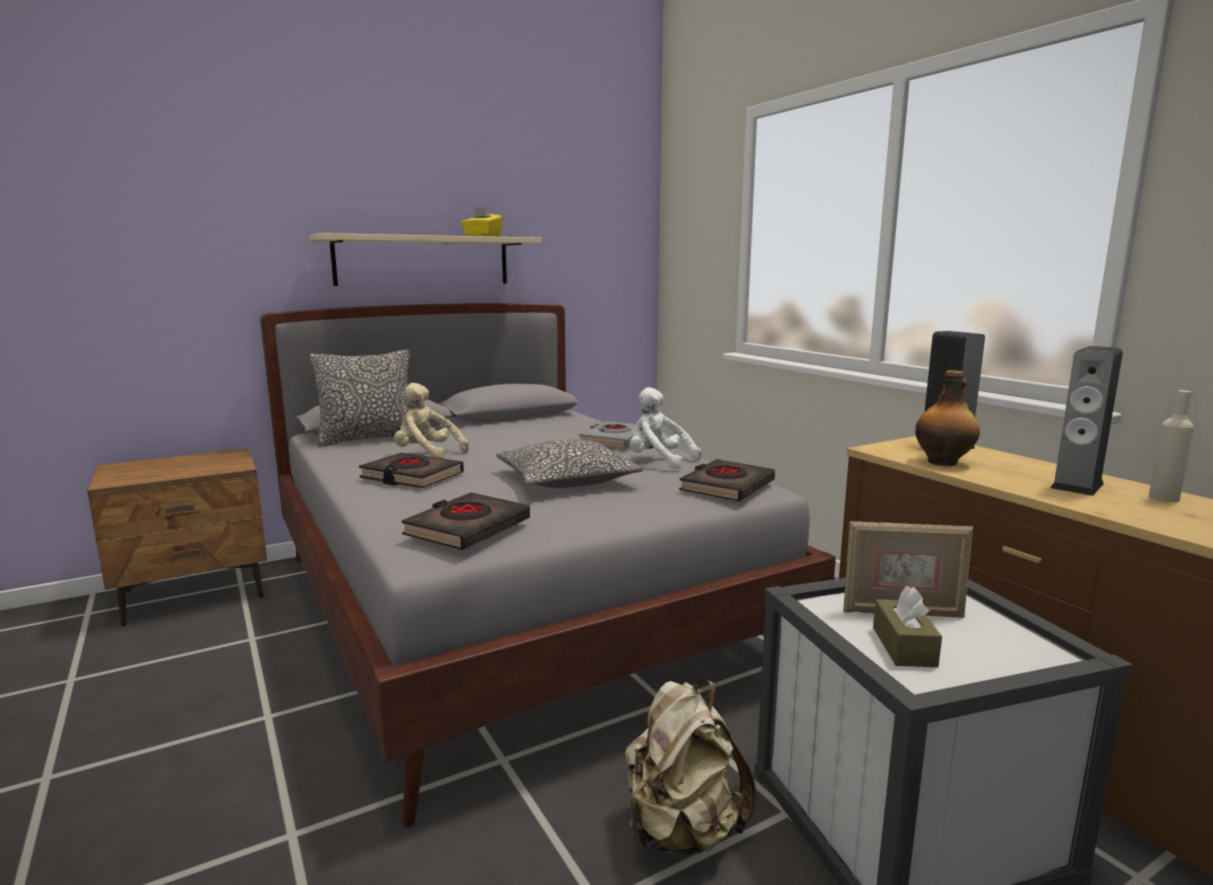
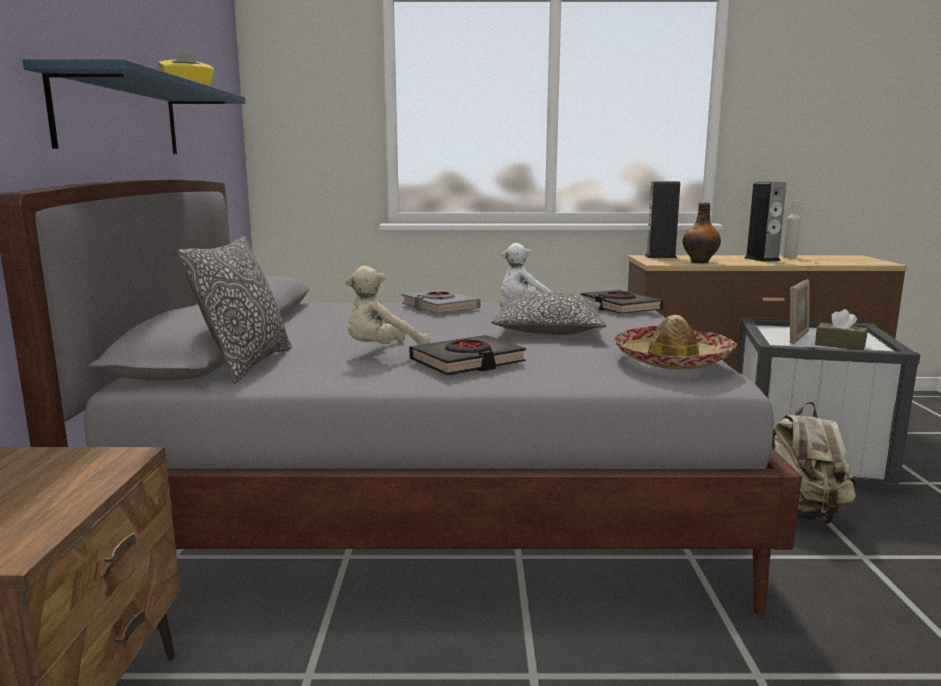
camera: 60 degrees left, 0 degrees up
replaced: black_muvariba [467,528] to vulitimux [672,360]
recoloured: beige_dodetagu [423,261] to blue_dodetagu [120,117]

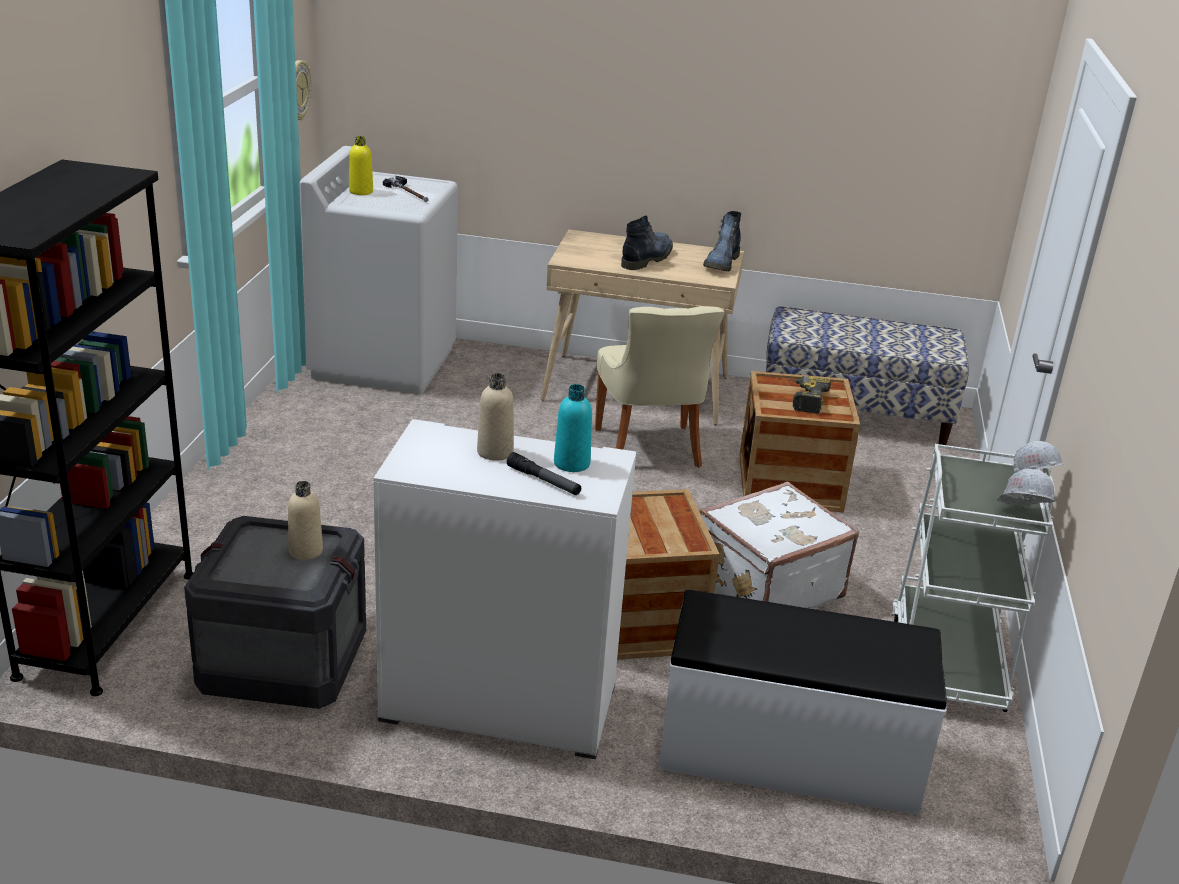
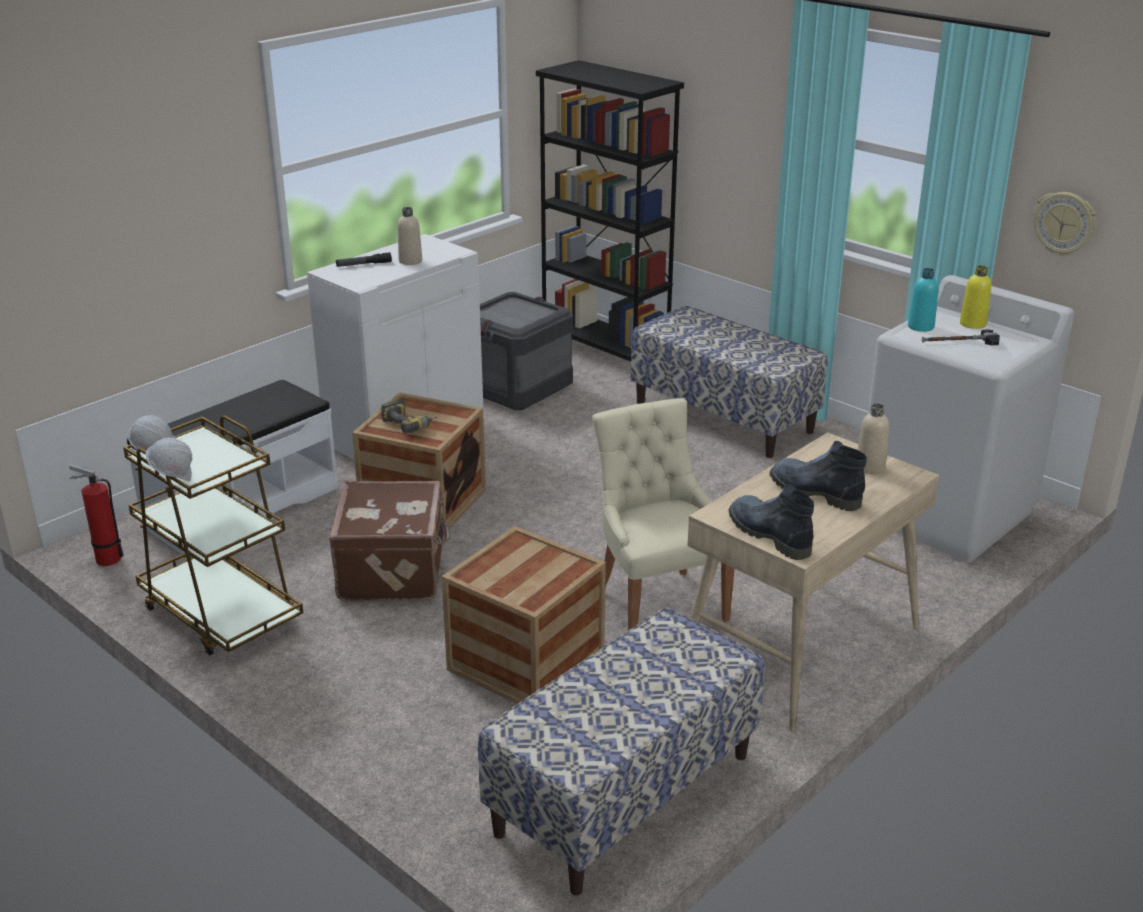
camera: 125 degrees right, 0 degrees up
added: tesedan [105,559]; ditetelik [724,417]
moved: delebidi [804,400] to [410,425]; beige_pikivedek [305,551] to [870,467]; turquoise_pikivedek [571,463] to [920,327]
recoloured: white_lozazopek [947,660] to brown_lozazopek [220,613]; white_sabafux [765,588] to brown_sabafux [394,571]
turned: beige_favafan [649,449] = [658,603] 45 degrees clockwise; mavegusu [647,258] = [813,492] 150 degrees clockwise

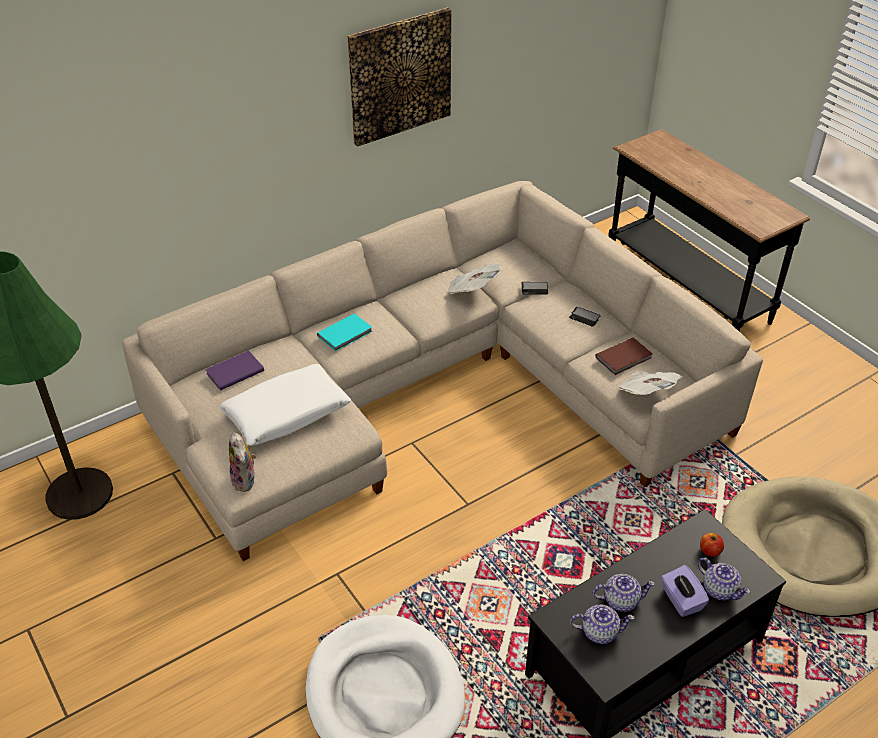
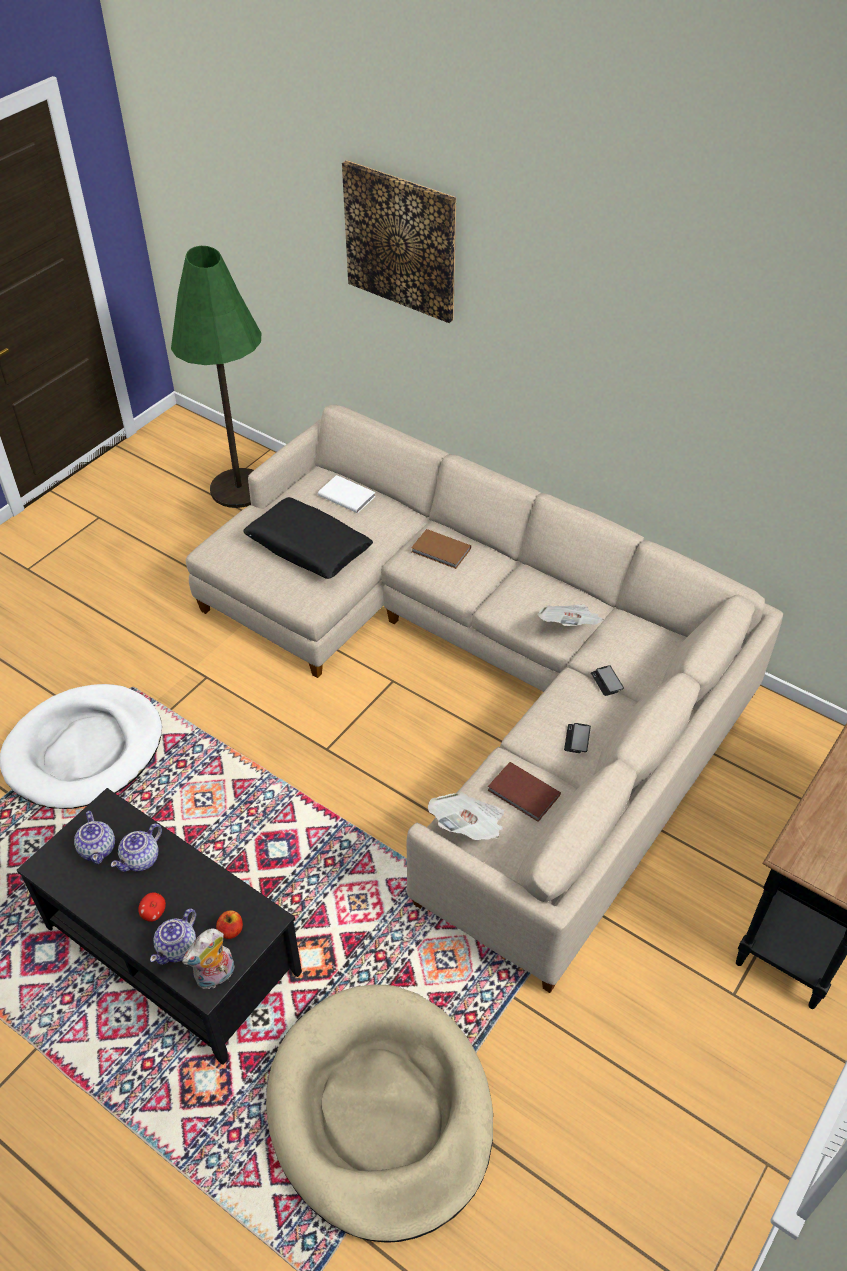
camera: 70 degrees right, 5 degrees up
moved: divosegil [245,481] to [215,977]; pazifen [399,76] to [401,241]
replaced: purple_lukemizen [681,600] to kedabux [154,913]
recoloured: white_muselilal [287,414] to black_muselilal [308,547]; purple_muvariba [234,372] to white_muvariba [347,495]; turquoise_muvariba [346,334] to brown_muvariba [441,551]
turned: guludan [620,600] = [141,859] 60 degrees clockwise

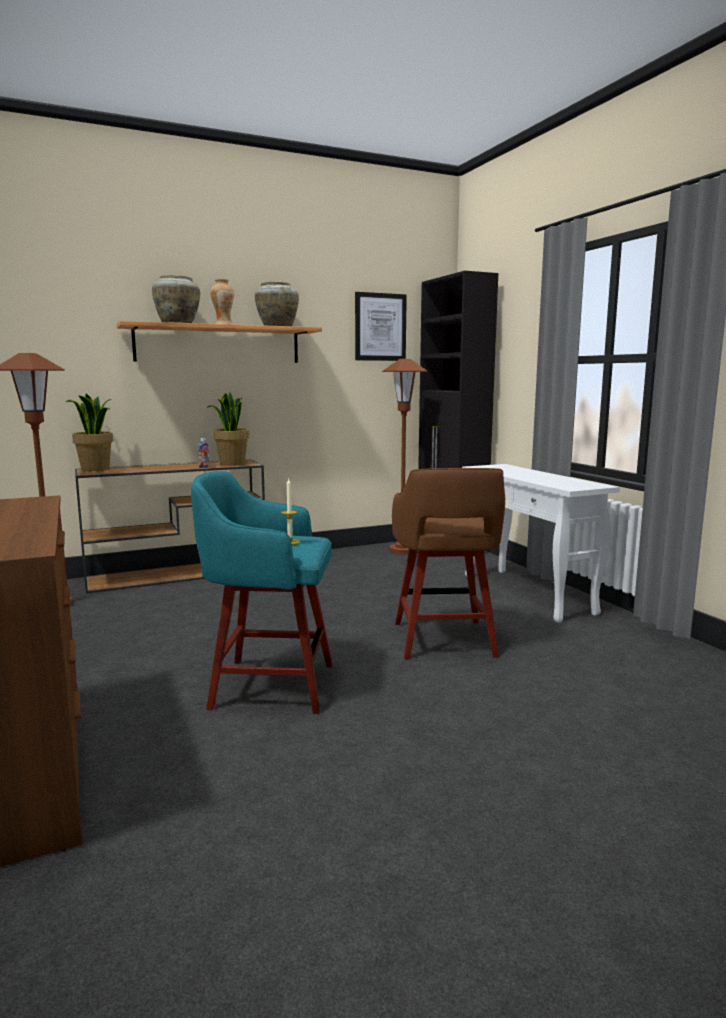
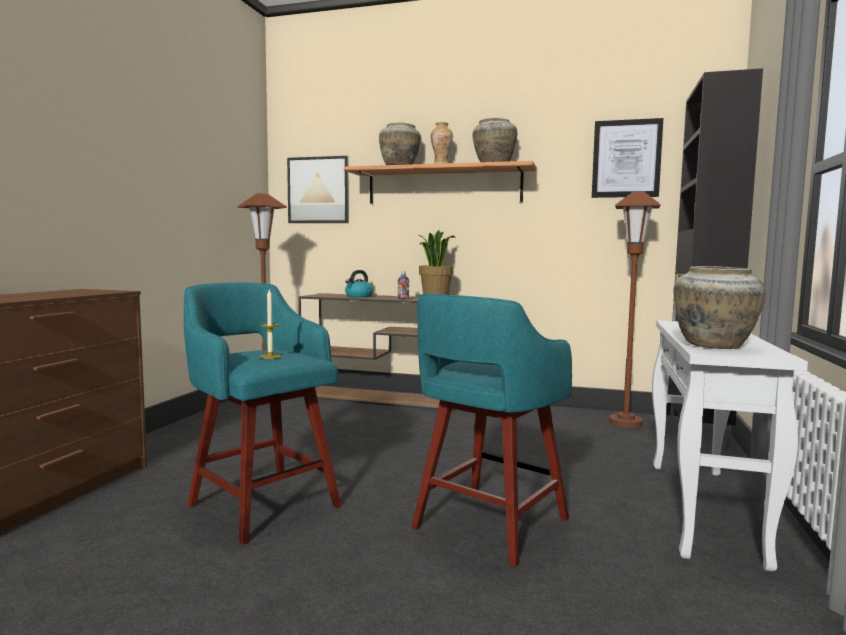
camera: 40 degrees right, 5 degrees down
removed: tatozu [95,469]
added: pazifen [318,190]; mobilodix [358,296]; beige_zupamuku [713,345]
recoloured: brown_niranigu [443,641] to turquoise_niranigu [488,525]

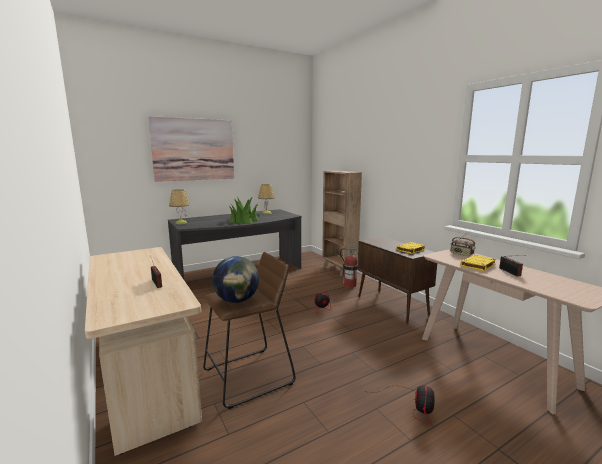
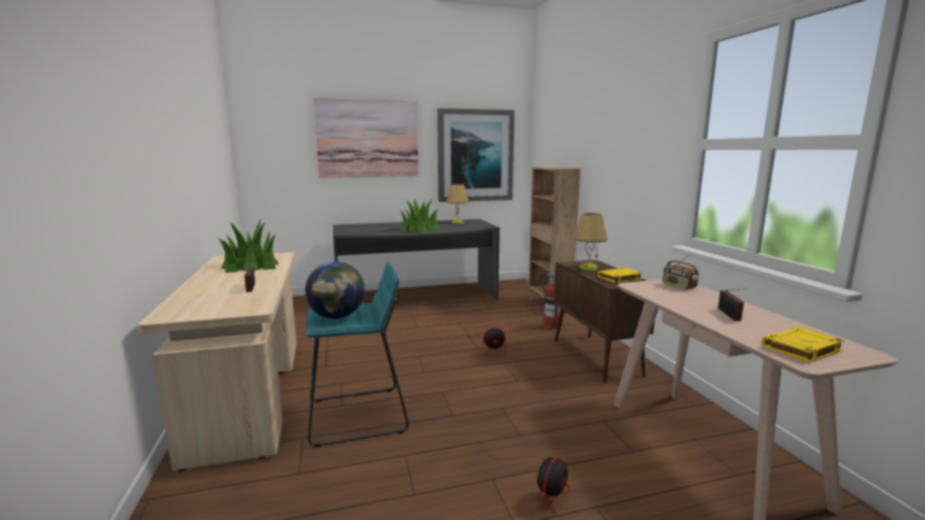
camera: 15 degrees right, 0 degrees up
added: tatozu [251,266]; pazifen [475,156]
moved: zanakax [180,223] to [588,268]; yellow_muvariba [478,265] to [801,349]
recoloured: brown_niranigu [248,376] to turquoise_niranigu [357,416]

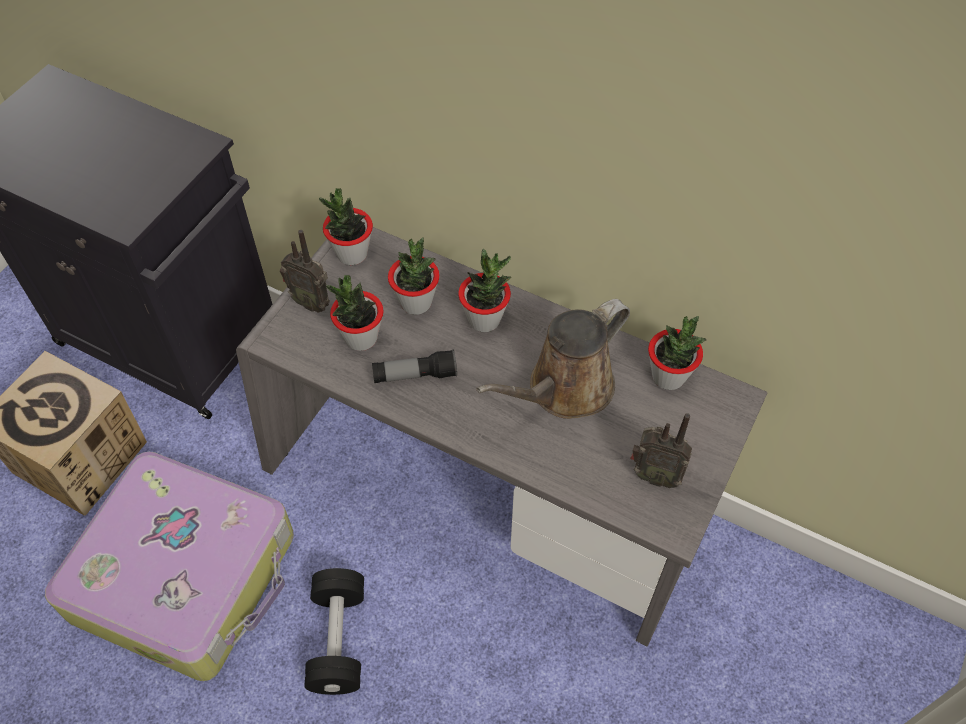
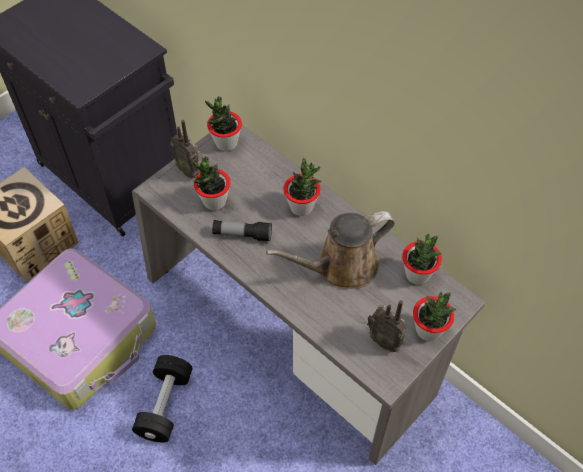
camera: 15 degrees right, 0 degrees up
moved: tatozu [416,302] to [428,330]

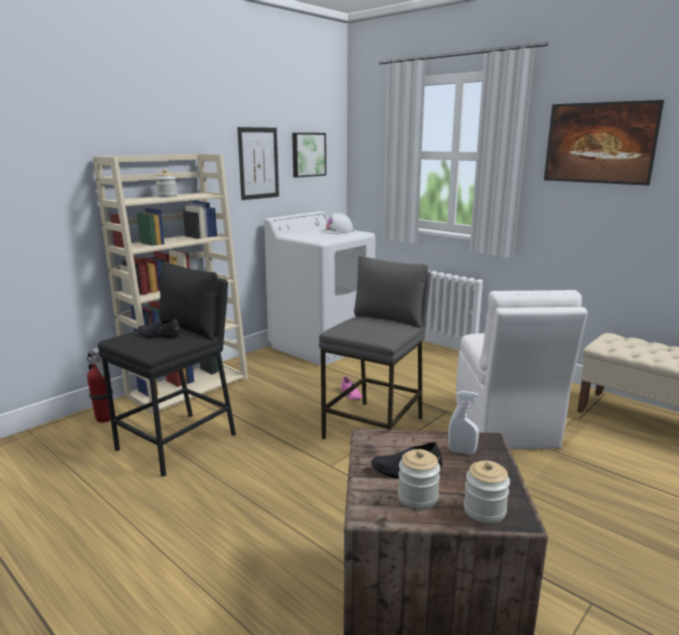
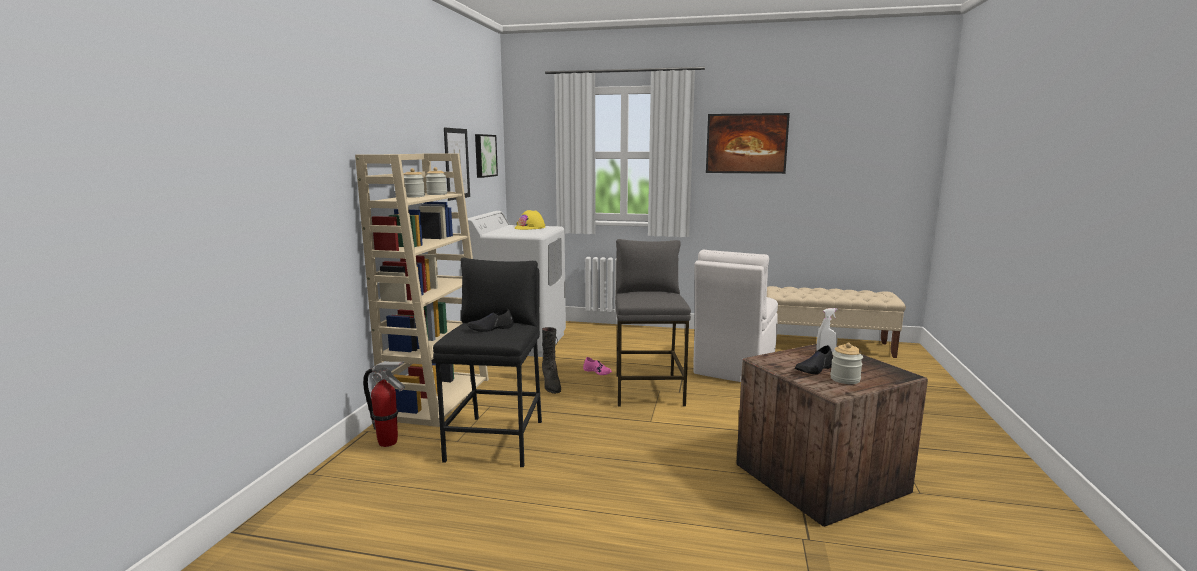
camera: 30 degrees left, 5 degrees down
added: black_mavegusu [551,385]
moved: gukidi [484,510] to [437,194]
recoloured: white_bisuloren [338,231] to yellow_bisuloren [530,227]
turned: white_favafan [505,426] = [733,367] 60 degrees clockwise

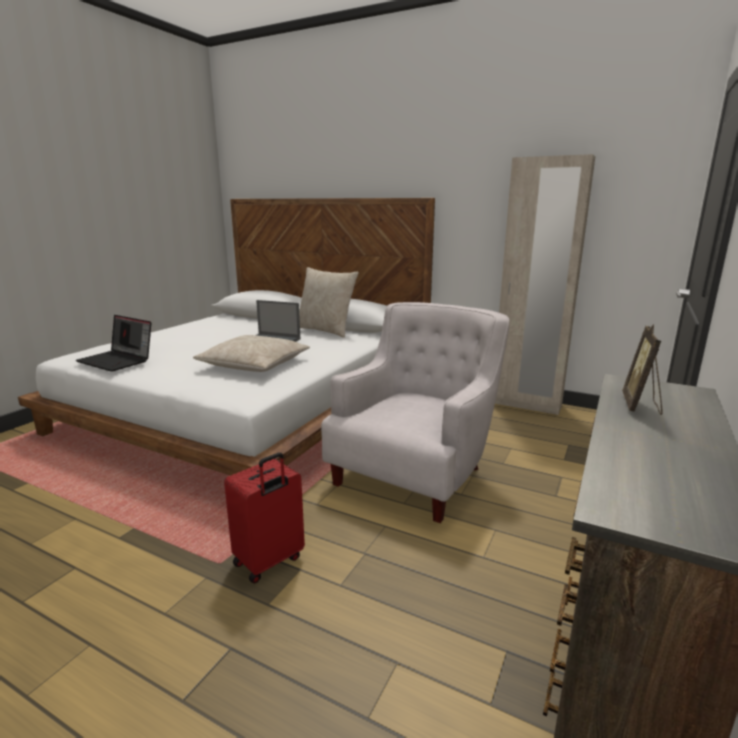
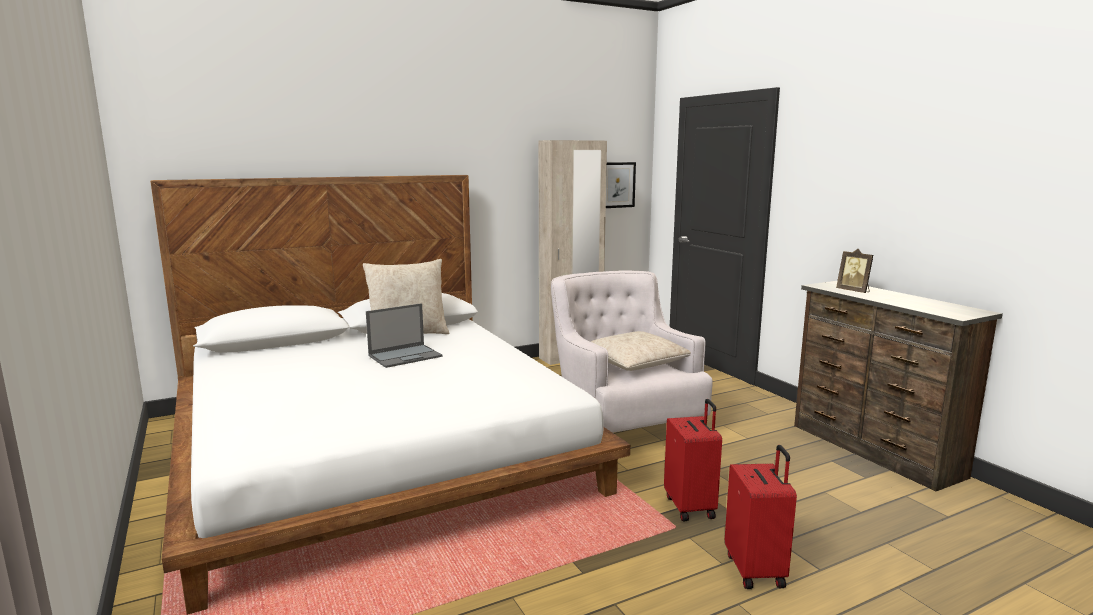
camera: 55 degrees left, 5 degrees down
removed: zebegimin [118,360]
added: pazifen [618,185]; red_sabafux [756,570]
moved: beige_muselilal [254,364] to [634,362]

